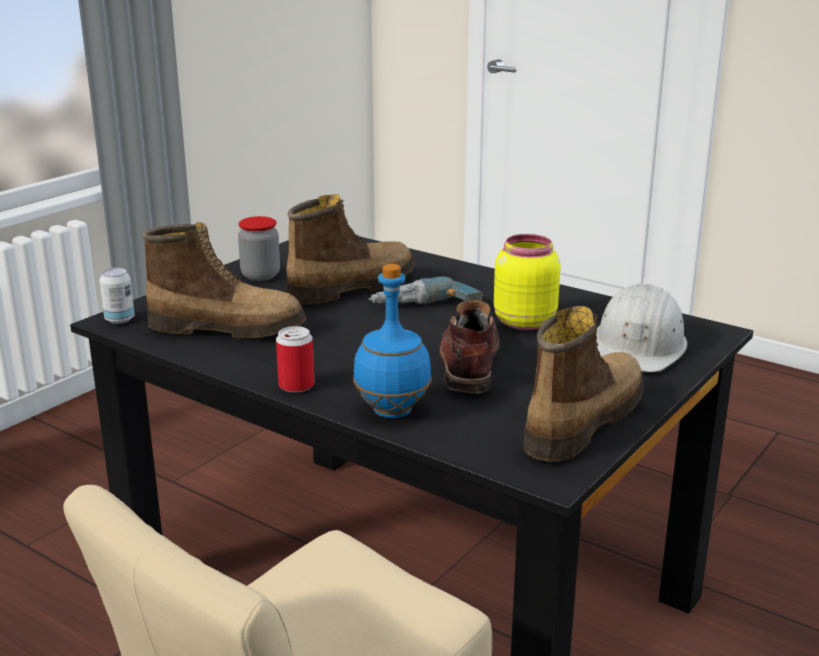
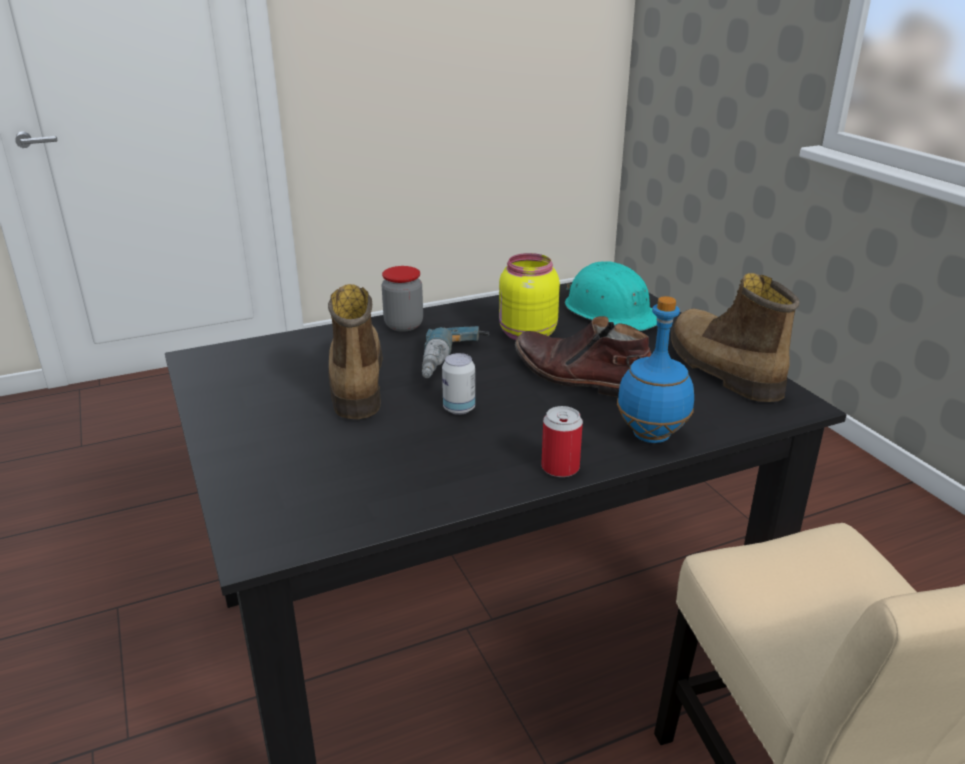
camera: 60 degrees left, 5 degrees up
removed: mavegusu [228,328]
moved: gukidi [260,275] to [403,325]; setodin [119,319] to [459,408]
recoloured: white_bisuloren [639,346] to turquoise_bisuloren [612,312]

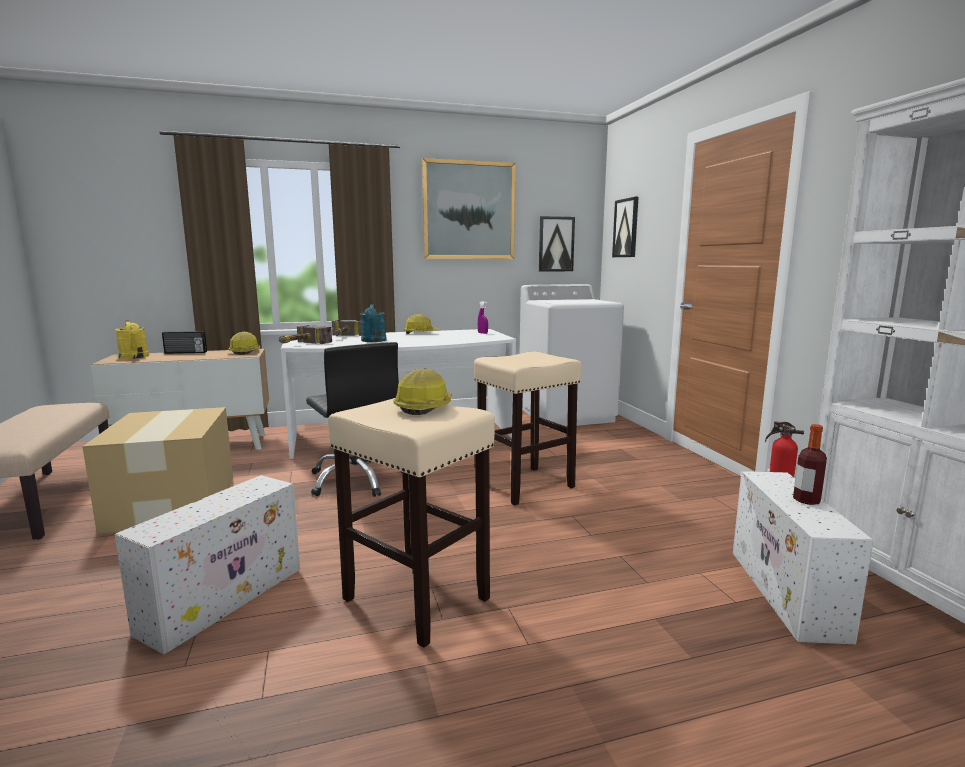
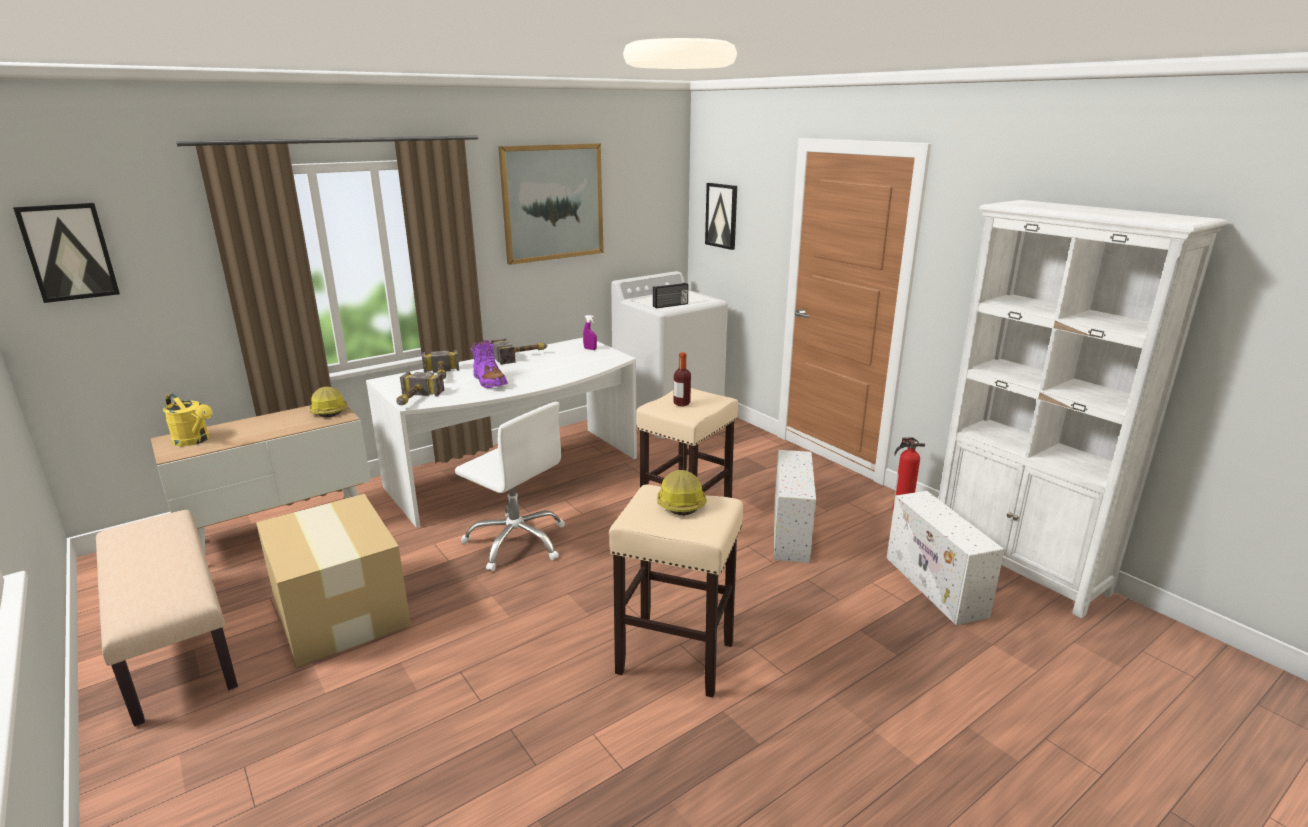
camera: 20 degrees left, 10 degrees up
moved: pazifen [556,244] to [69,252]; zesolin [185,352] to [670,305]; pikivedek [806,500] to [681,403]; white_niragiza [226,598] to [790,532]
replaced: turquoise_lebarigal [374,341] to purple_mavegusu [489,381]; bisuloren [421,333] to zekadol [522,356]
recoloured: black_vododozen [357,479] to white_vododozen [517,541]

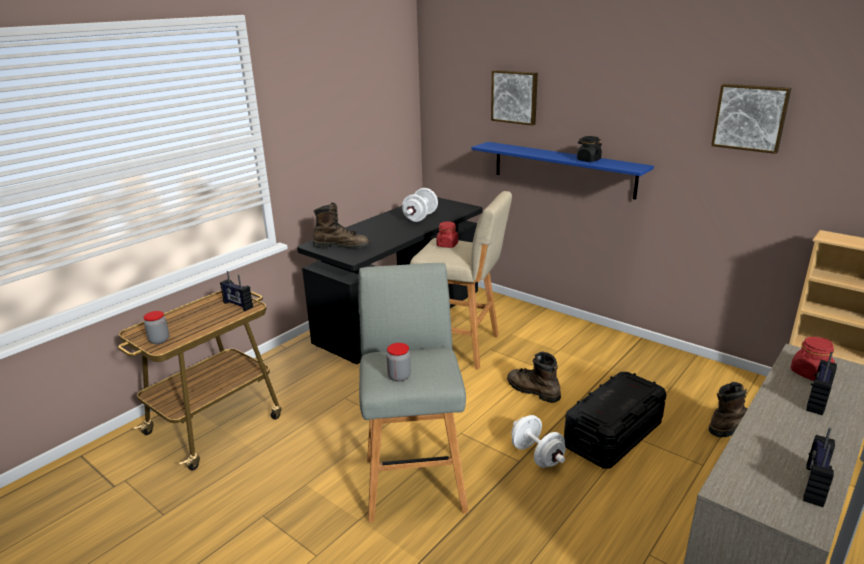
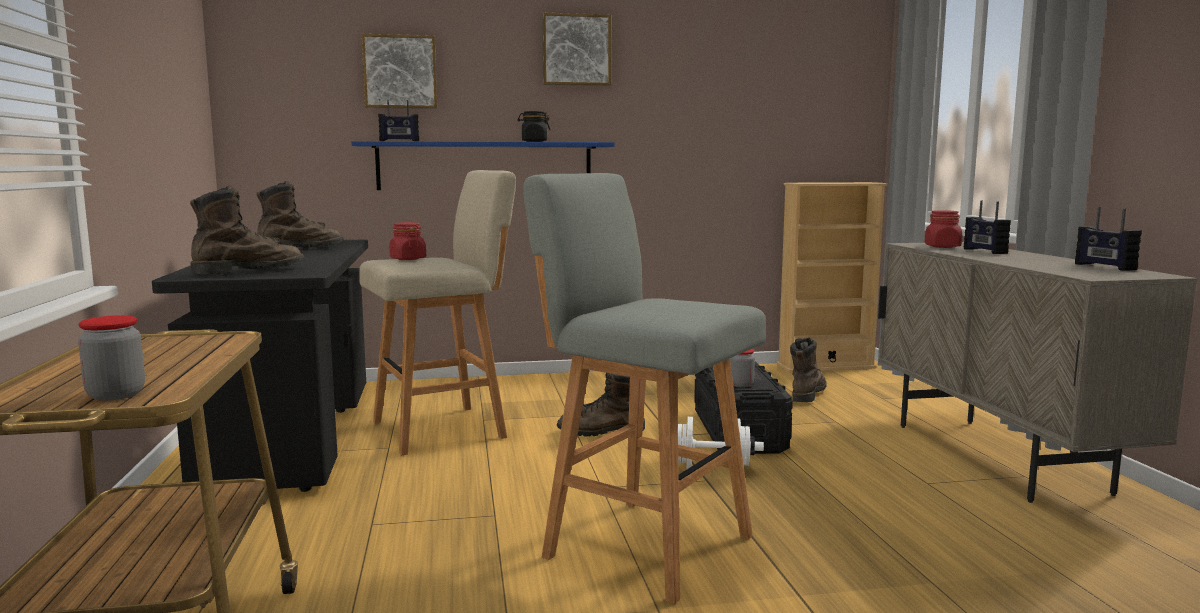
camera: 50 degrees left, 15 degrees down
moved: zesolin [238,305] to [399,141]; pazifen [750,117] to [576,50]; gukidi [399,376] to [741,384]
replaced: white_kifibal [420,217] to brown_mavegusu [301,249]

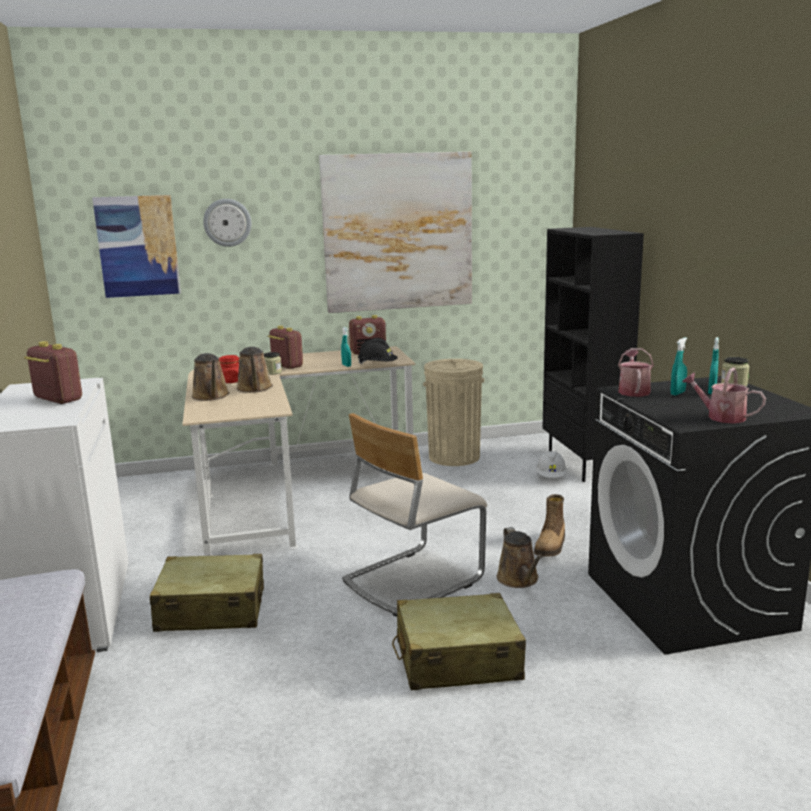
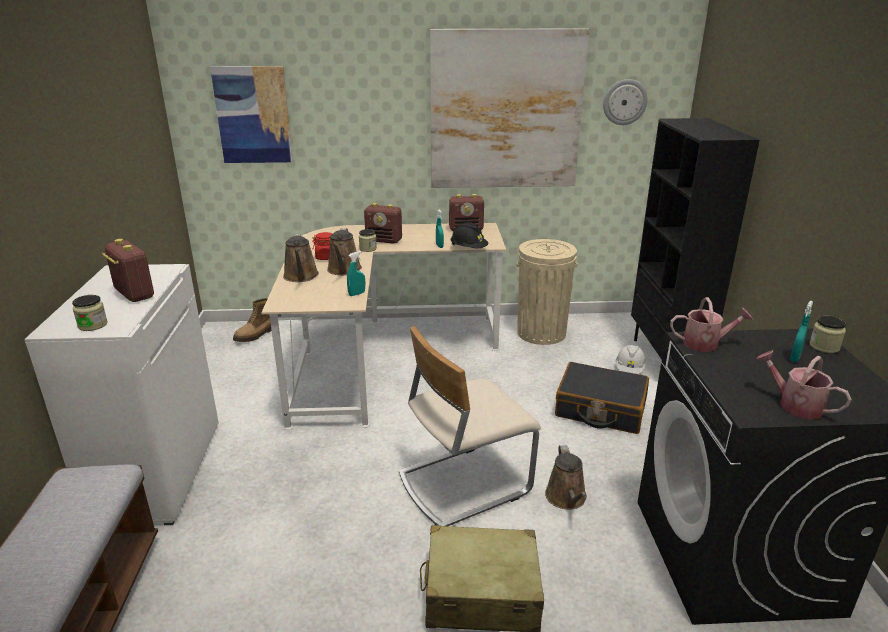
camera: 10 degrees right, 10 degrees up
removed: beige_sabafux [211,610]
added: gukidi [93,325]; black_sabafux [600,409]
moved: mavegusu [551,546] to [256,335]; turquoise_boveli [677,393] to [357,294]; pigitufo [227,222] to [624,102]
turned: zesolin [286,365] = [384,240] 135 degrees clockwise; lebarigal [633,391] = [705,343] 75 degrees clockwise

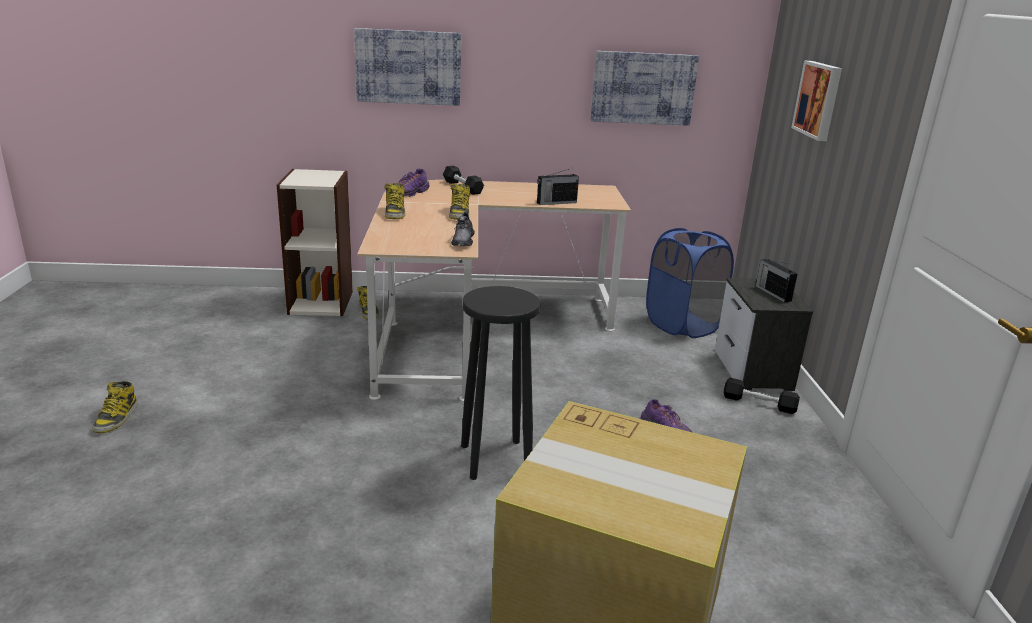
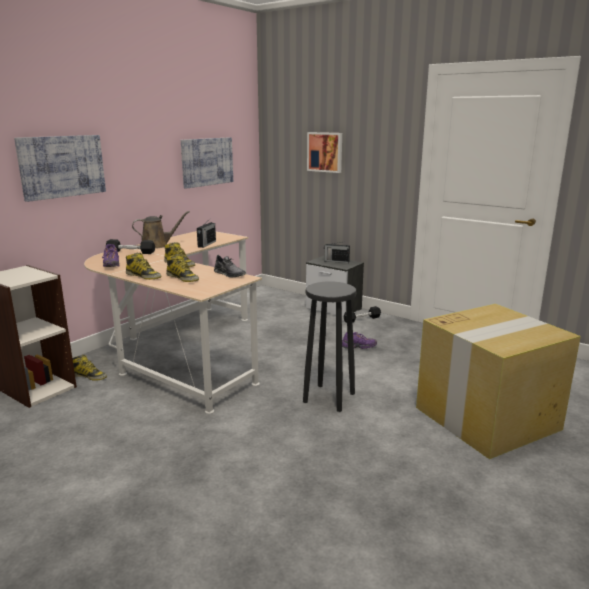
camera: 50 degrees left, 5 degrees down
removed: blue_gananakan [682,325]
added: brown_lebarigal [157,245]
moved: mavegusu [116,418] to [183,278]

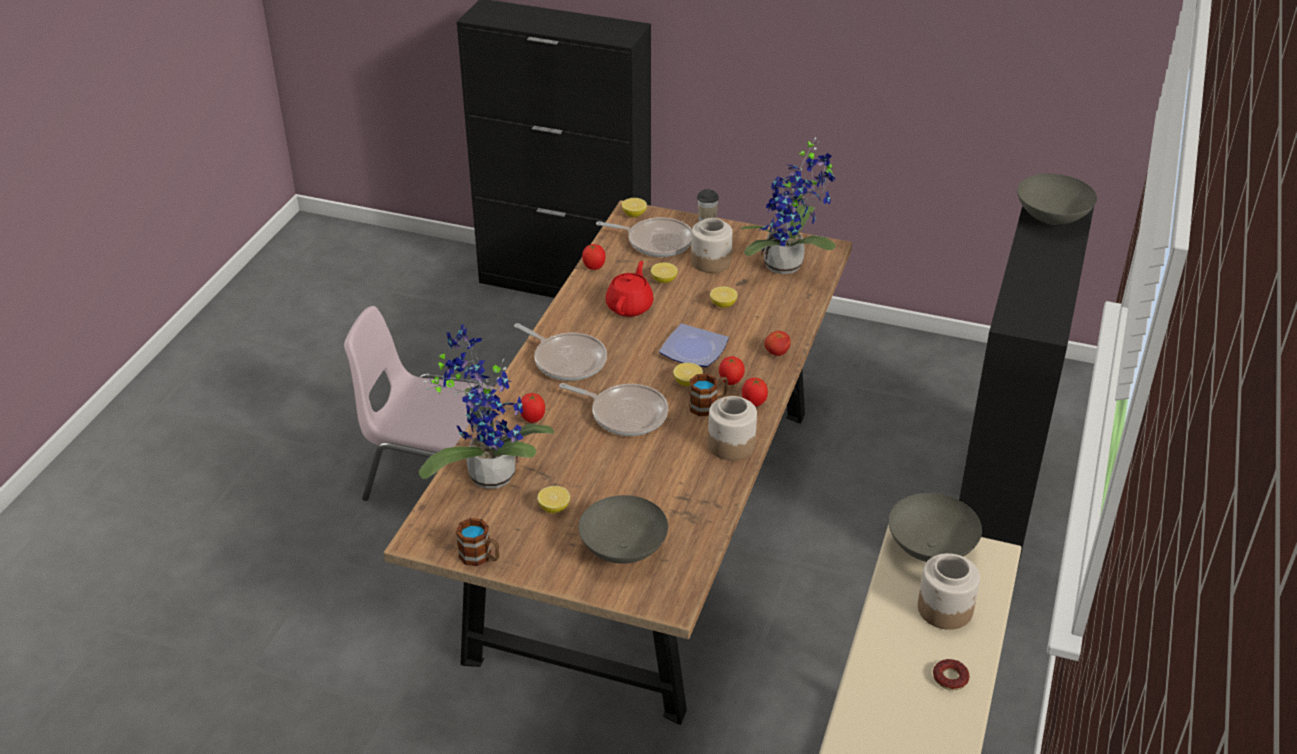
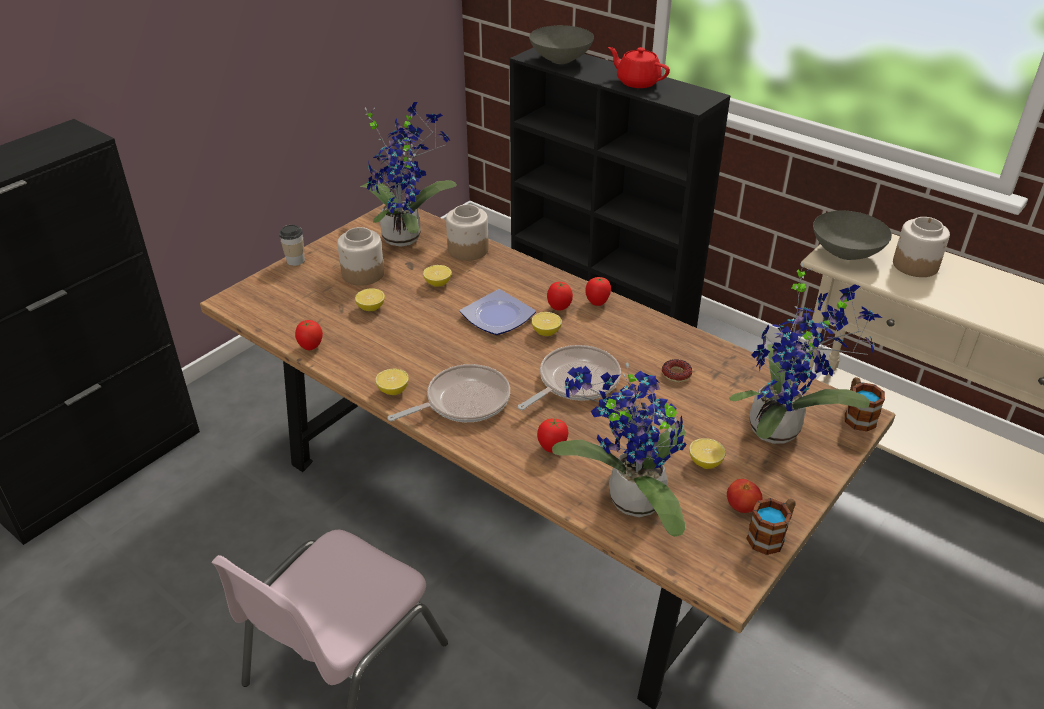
camera: 70 degrees left, 0 degrees up
removed: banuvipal [656,242]
moved: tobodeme [634,214] to [393,390]; gukidi [731,445] to [467,250]; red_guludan [630,306] to [637,82]; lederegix [950,678] to [676,374]; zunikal [776,353] to [742,507]; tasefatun [708,405] to [857,415]
replaced: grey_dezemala [622,550] to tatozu [781,429]

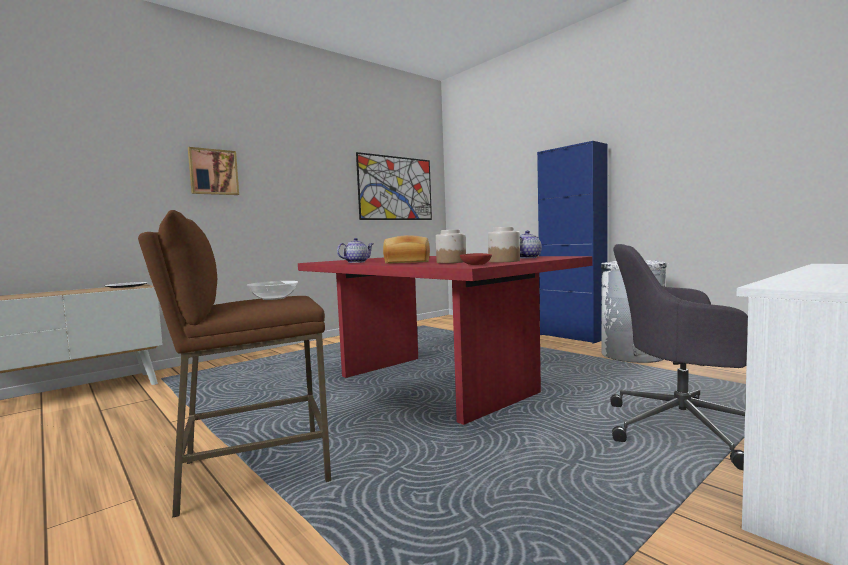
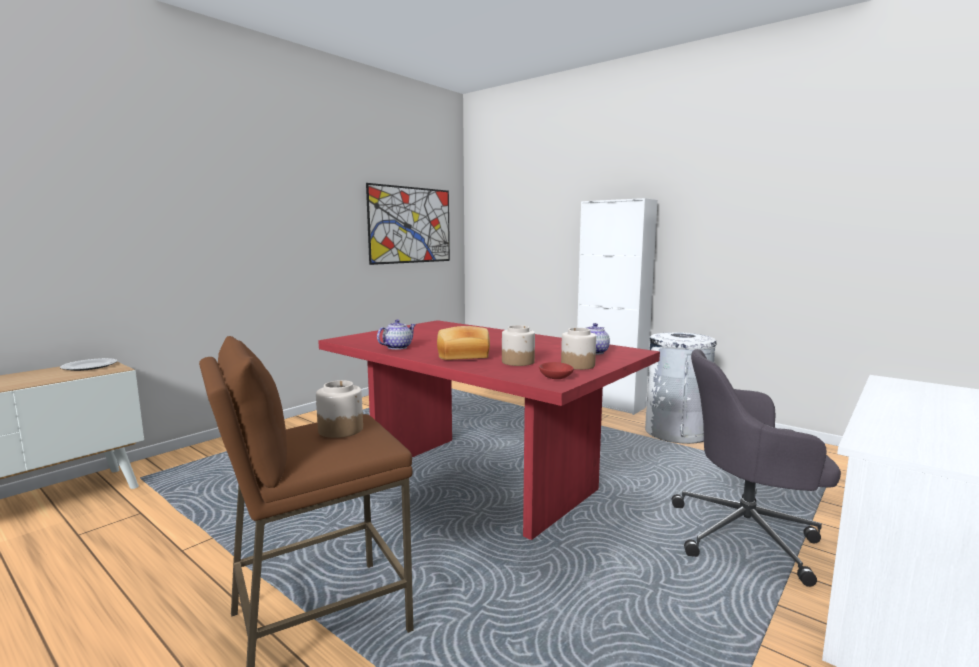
camera: 10 degrees left, 5 degrees up
removed: pazifen [213,172]
replaced: dezemala [274,298] to gukidi [340,429]
recoloured: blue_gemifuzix [572,336] to white_gemifuzix [609,404]

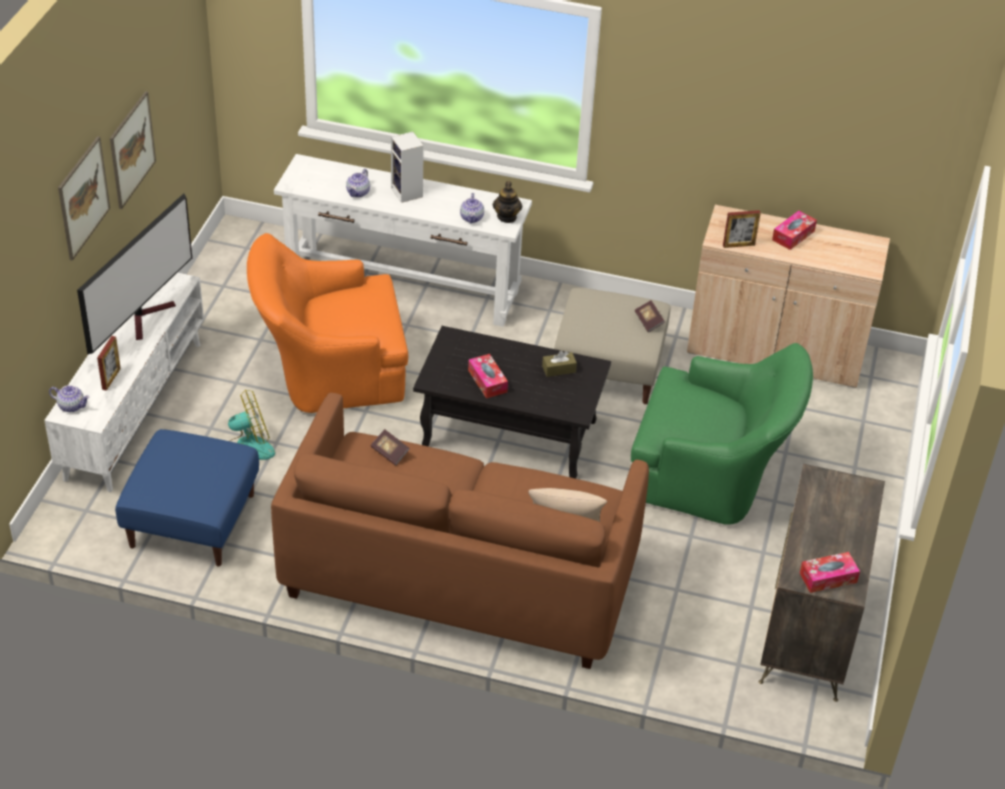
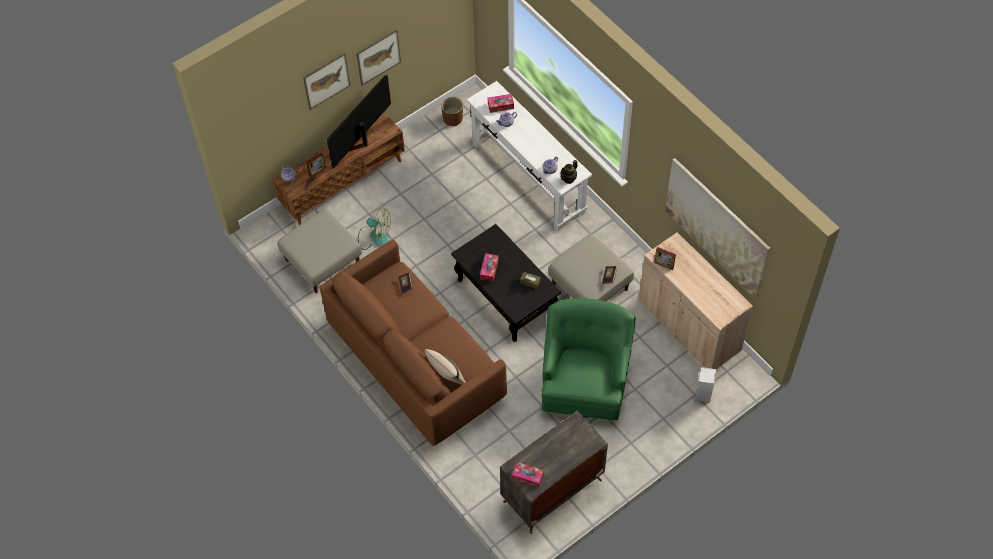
camera: 40 degrees right, 15 degrees up
removed: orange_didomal [328,370]
added: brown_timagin [453,119]; pazifen [716,227]
moved: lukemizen [793,235] to [500,105]; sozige [408,193] to [703,395]
recoloured: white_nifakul [134,408] to brown_nifakul [343,183]; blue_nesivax [193,521] to beige_nesivax [322,262]
turned: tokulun [147,316] = [360,143] 150 degrees clockwise; green_didomal [712,475] = [584,380] 135 degrees counterclockwise

